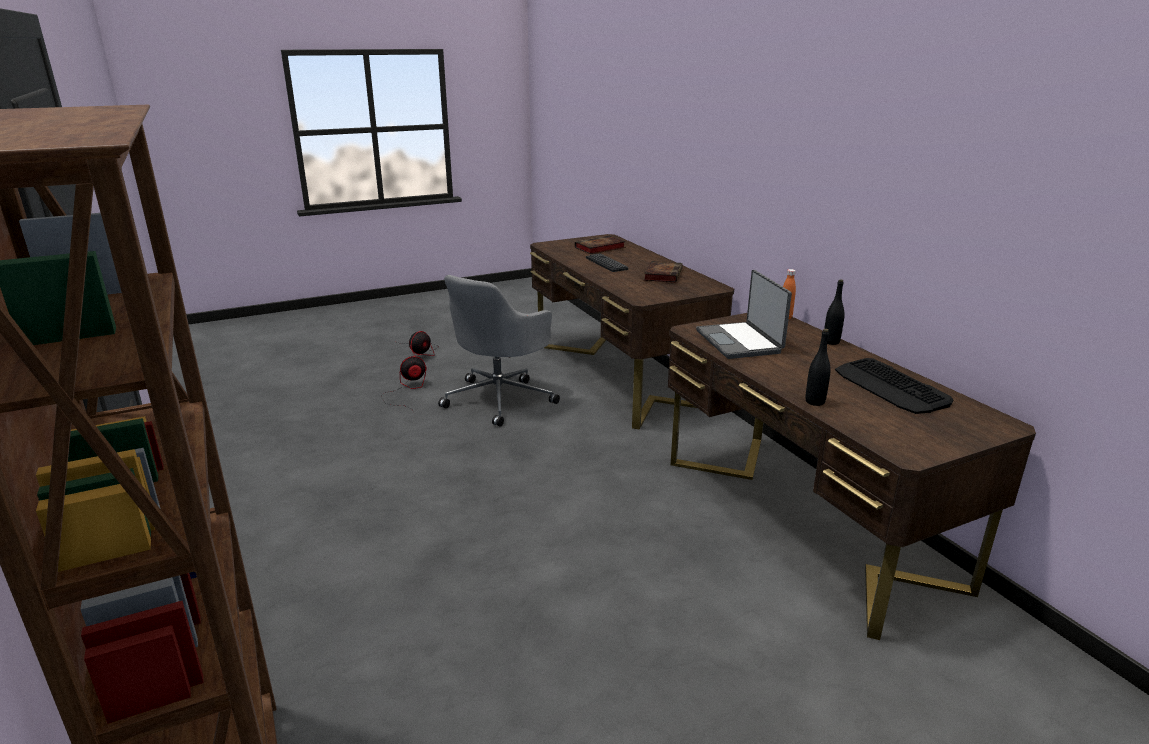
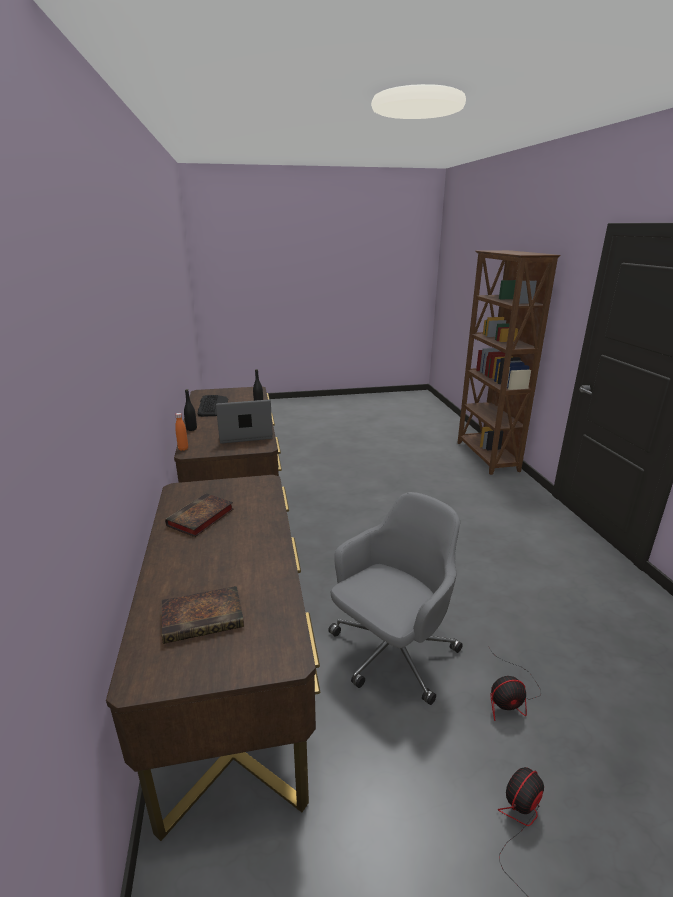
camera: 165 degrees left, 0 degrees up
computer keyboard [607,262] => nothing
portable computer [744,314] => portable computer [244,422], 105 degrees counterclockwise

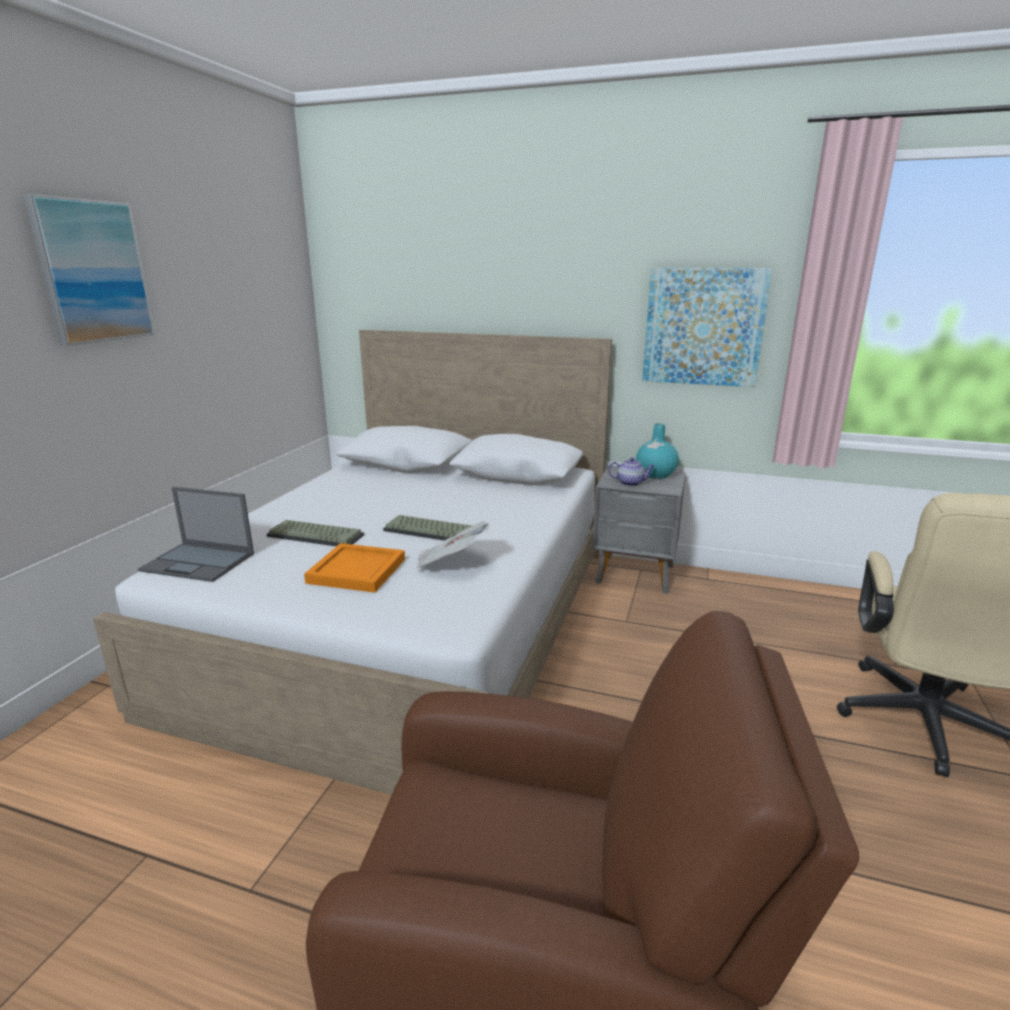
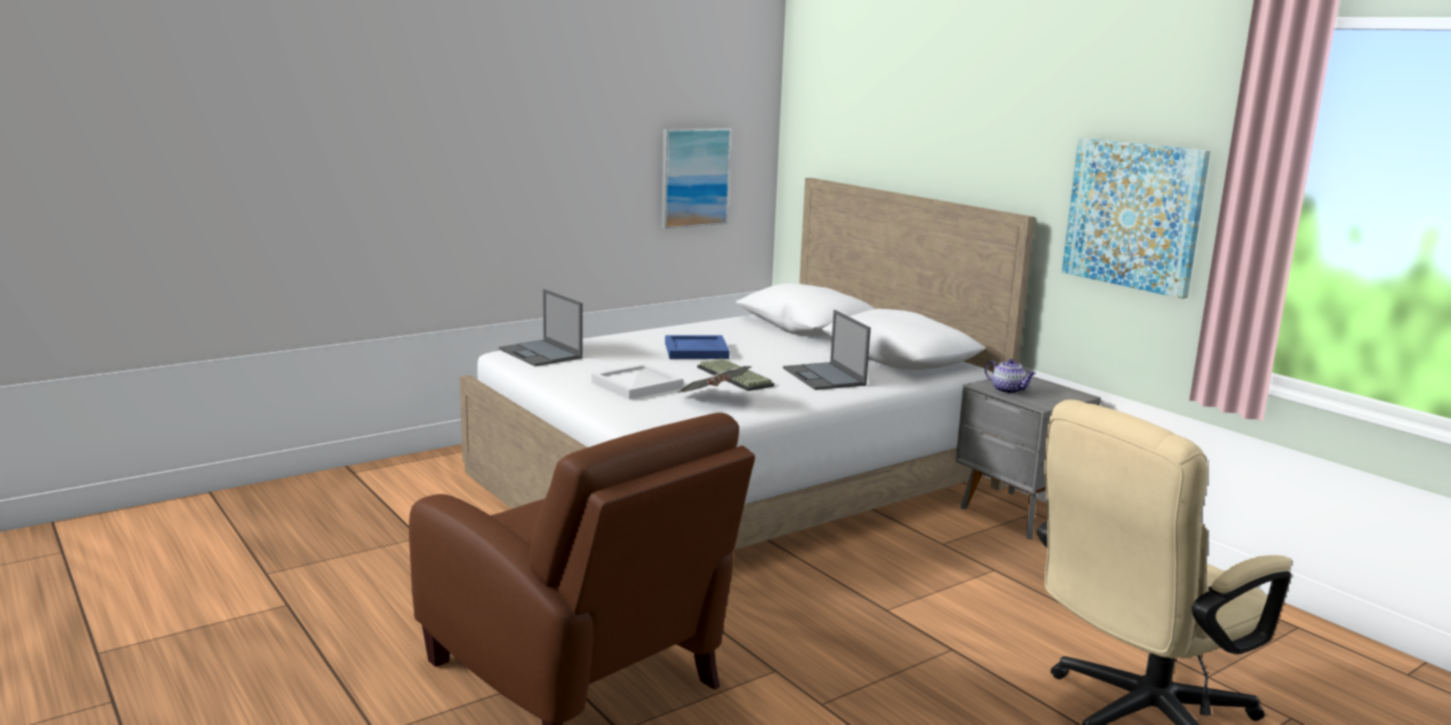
camera: 35 degrees right, 5 degrees down
computer keyboard [315,533] => nothing
flower vase (turquoise-coloured) [657,451] => nothing
nothing => tray (bluish) [697,347]
nothing => portable computer [827,350]
picture [89,270] => picture [696,178], moved
tray (orange-coloured) [354,568] => tray (white) [637,382]

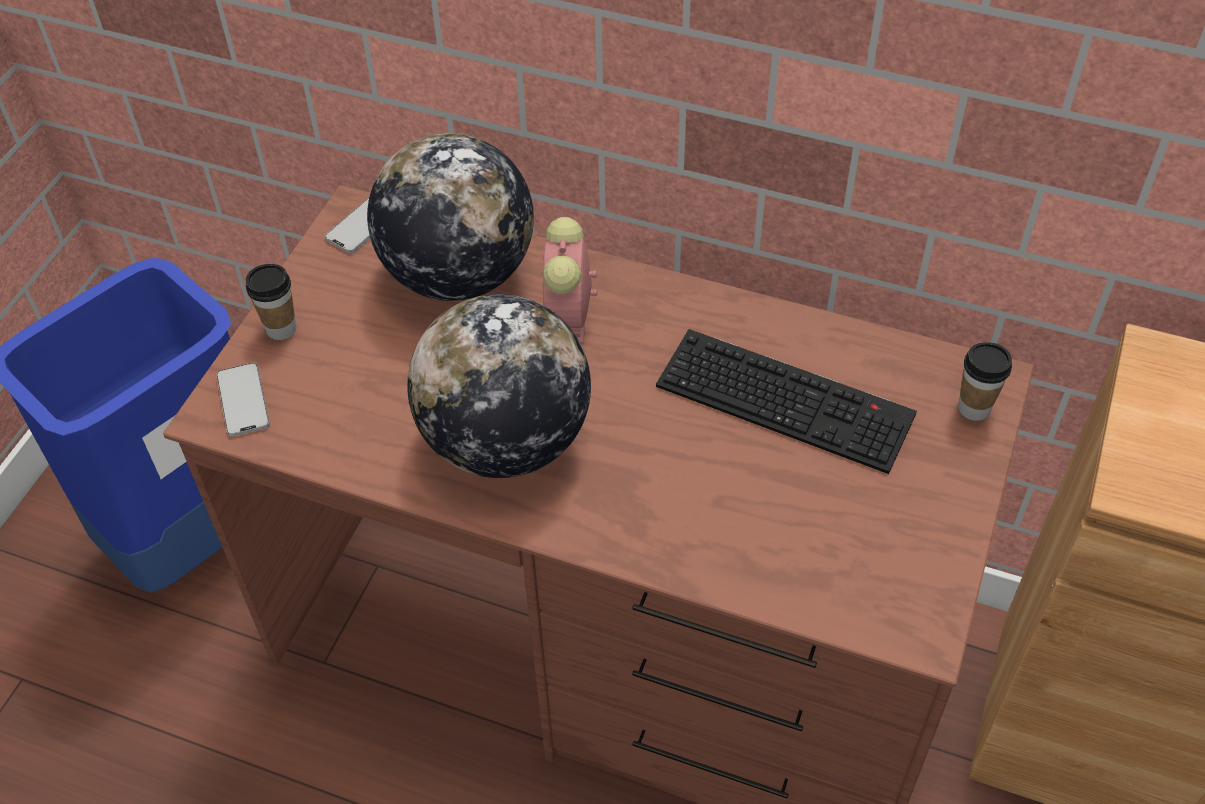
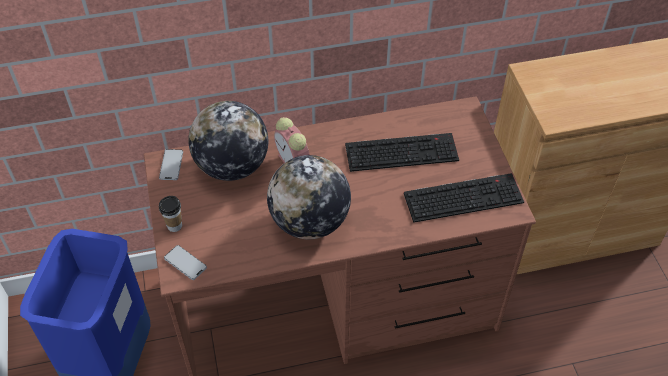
camera: 35 degrees left, 0 degrees up
small cup [985,381] => nothing
nothing => computer keyboard [464,198]

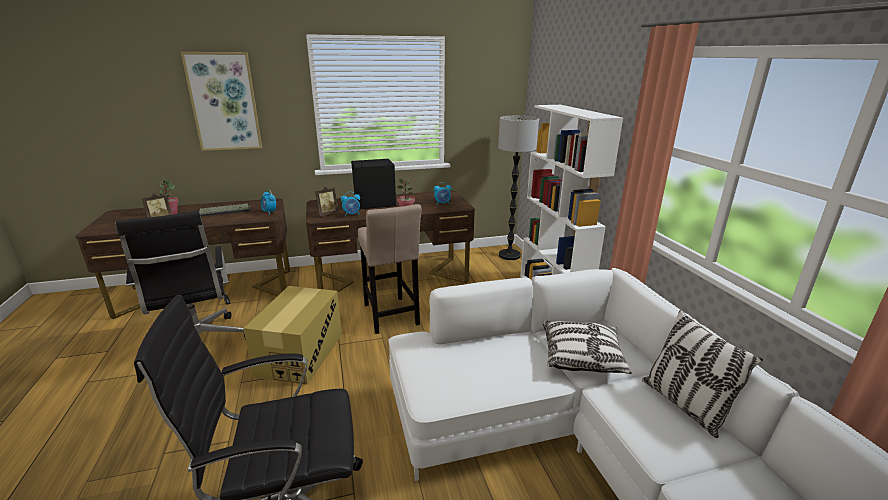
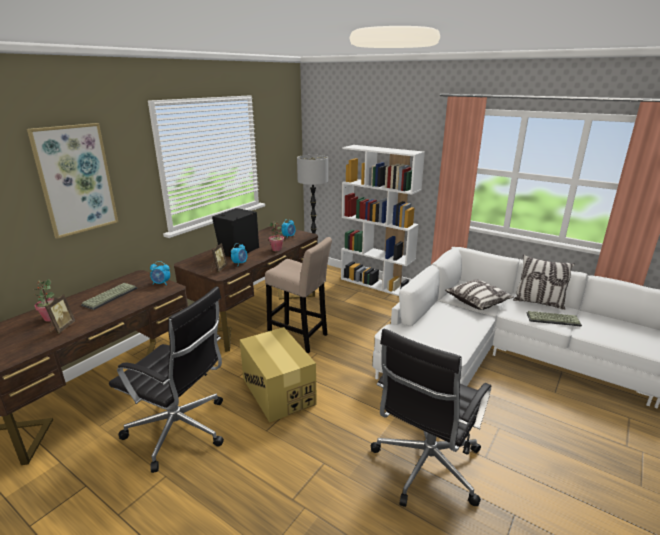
camera: 40 degrees left, 0 degrees up
nothing => computer keyboard [554,319]

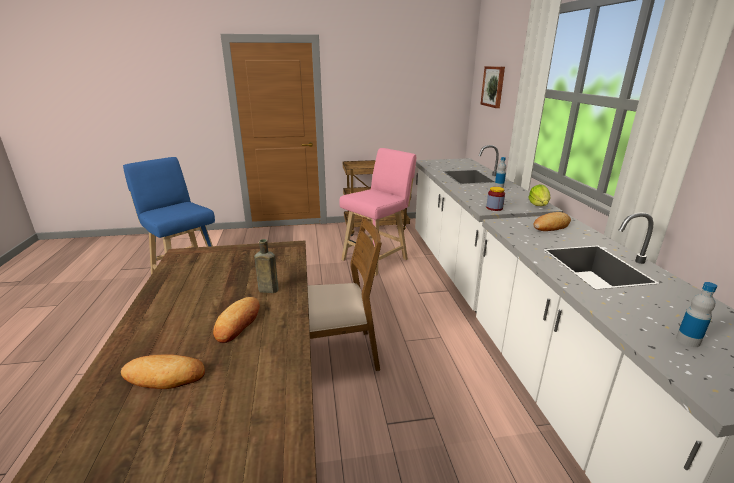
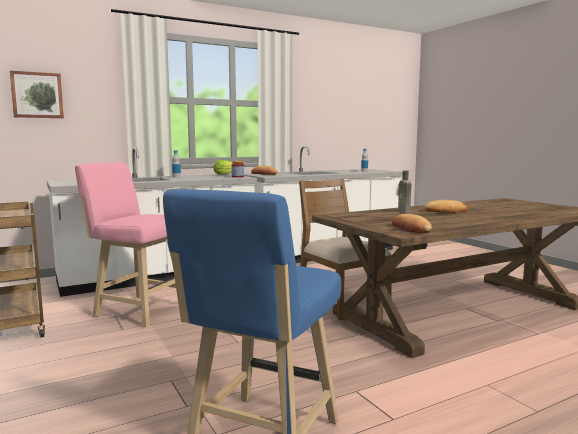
camera: 110 degrees left, 15 degrees down
baked bread [163,371] => baked bread [412,223], moved

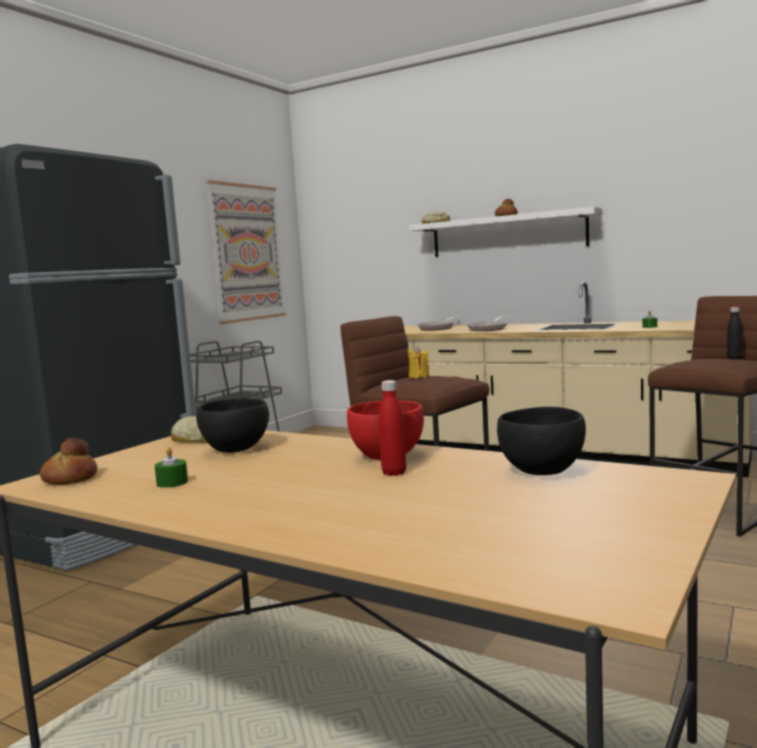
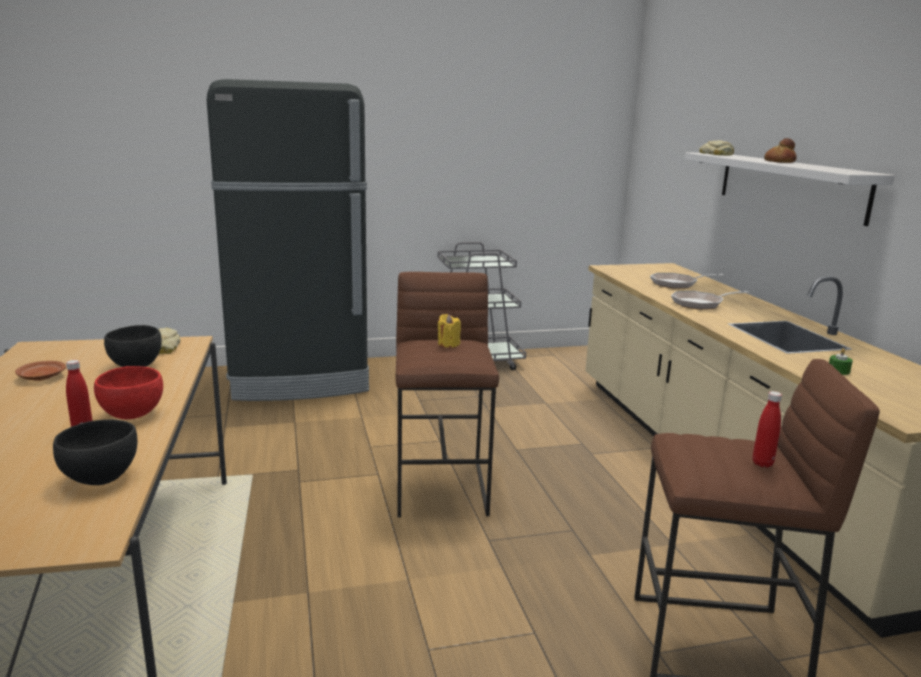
camera: 45 degrees right, 10 degrees up
baked bread [68,461] => nothing
picture [246,252] => nothing
candle (green) [171,467] => flat dish (brownish) [40,371]
drink bottle (black-coloured) [734,333] => drink bottle (reddish) [767,429]

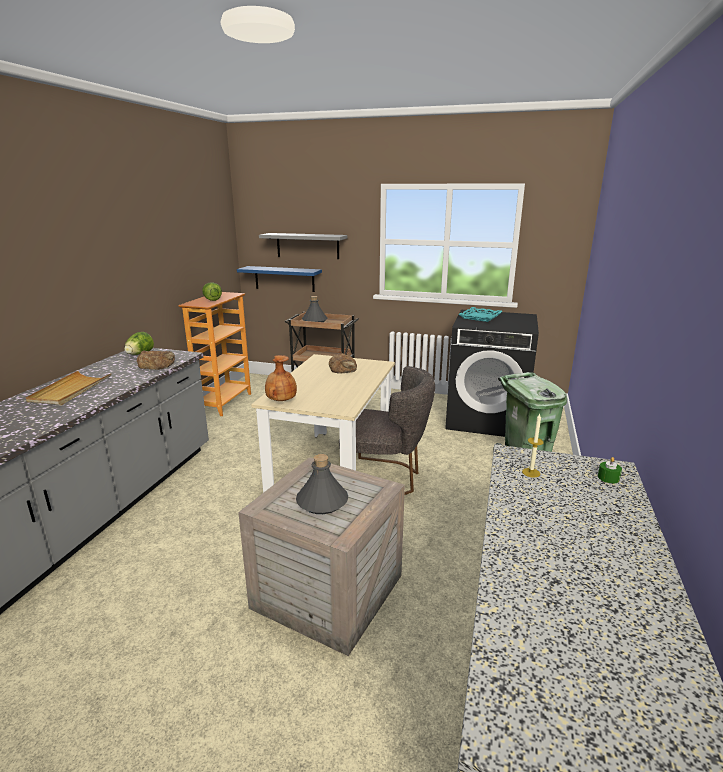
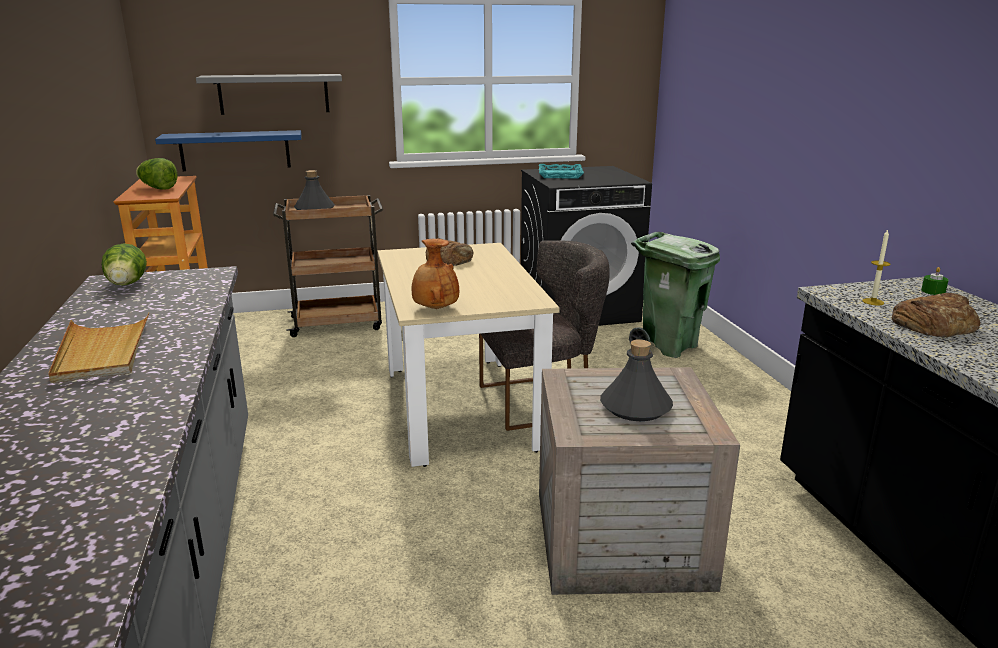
camera: 30 degrees left, 0 degrees up
baked bread [156,360] => baked bread [936,315], moved

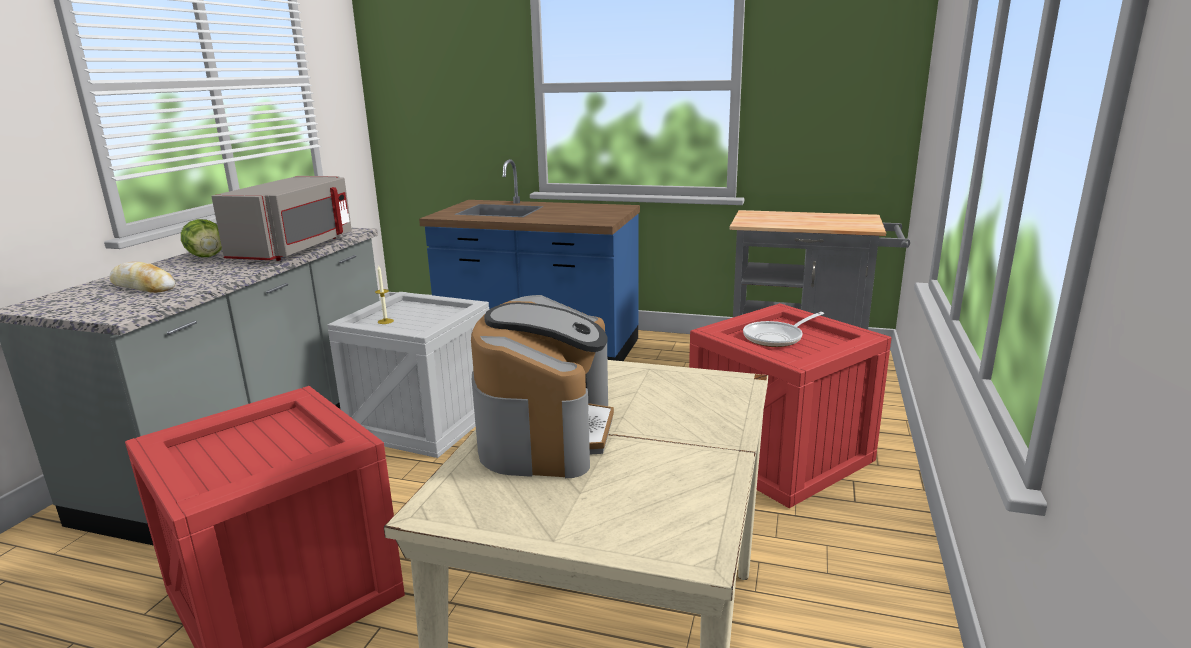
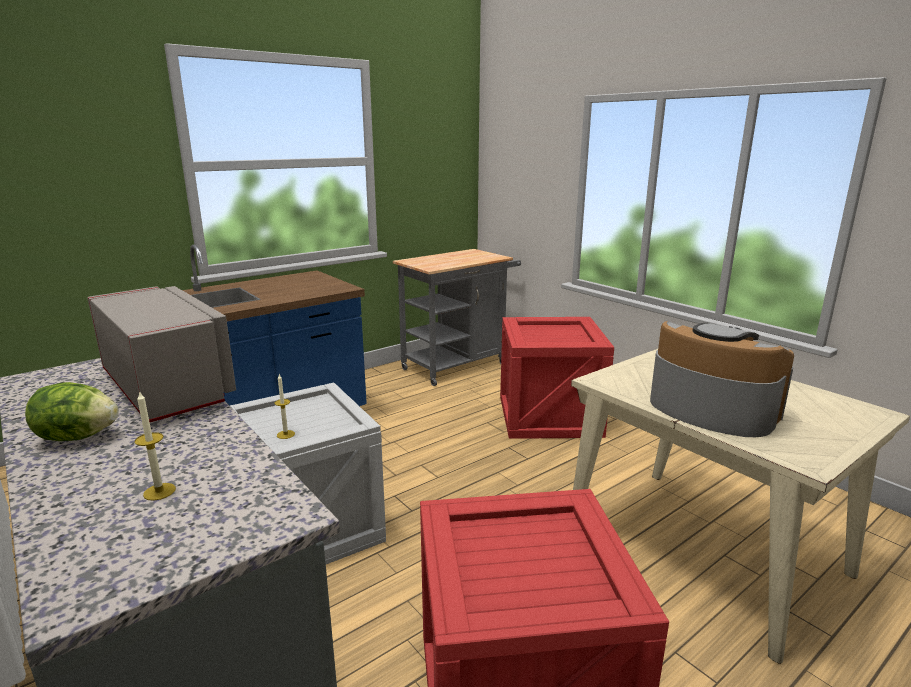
camera: 55 degrees left, 0 degrees up
frying pan [783,329] => nothing
baked bread [142,277] => candle [155,446]

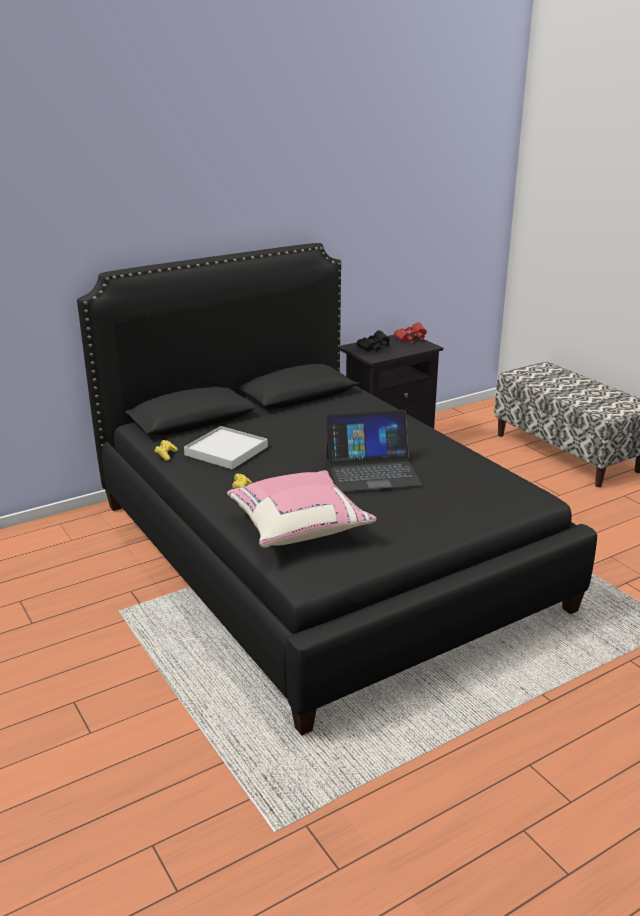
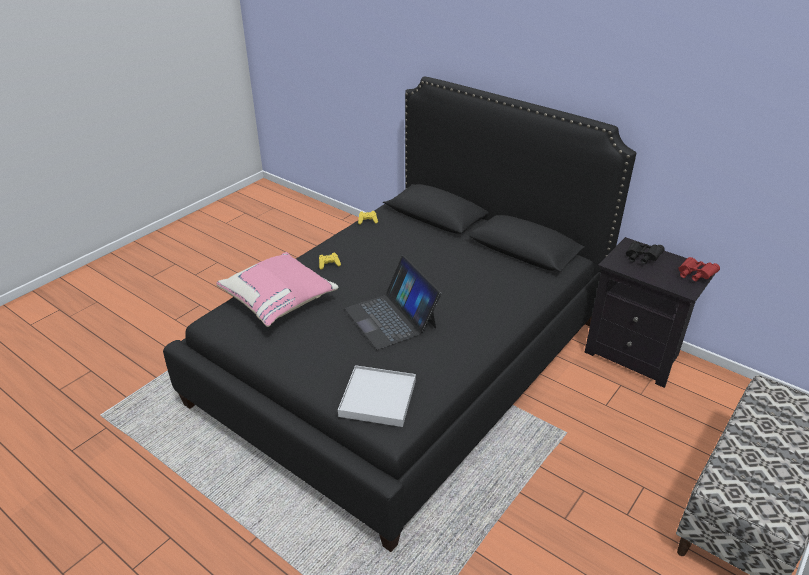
camera: 70 degrees right, 10 degrees up
tray (white) [226,447] => tray (white) [377,396], moved

